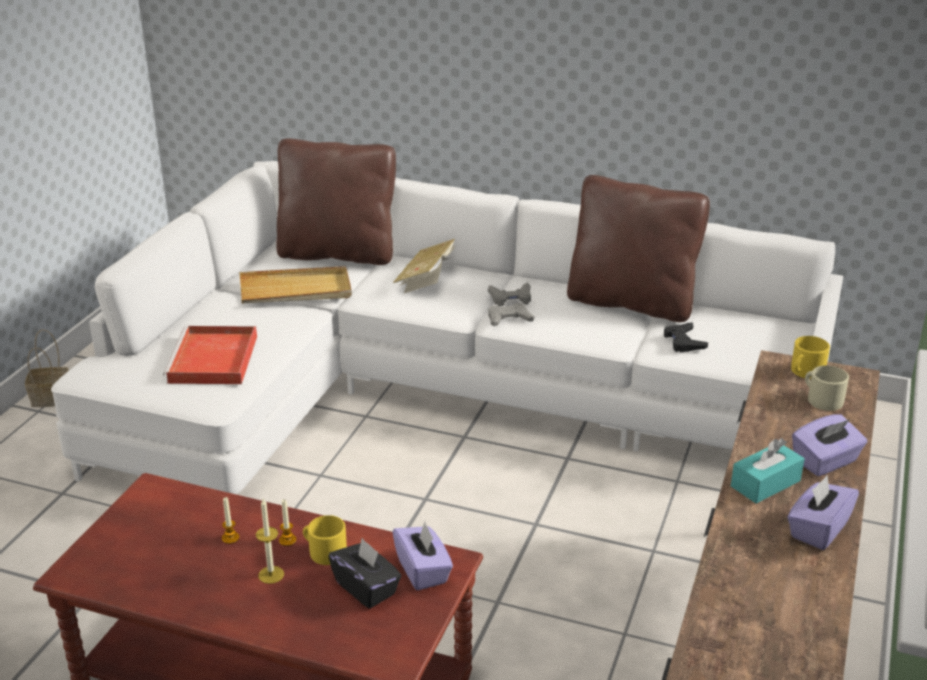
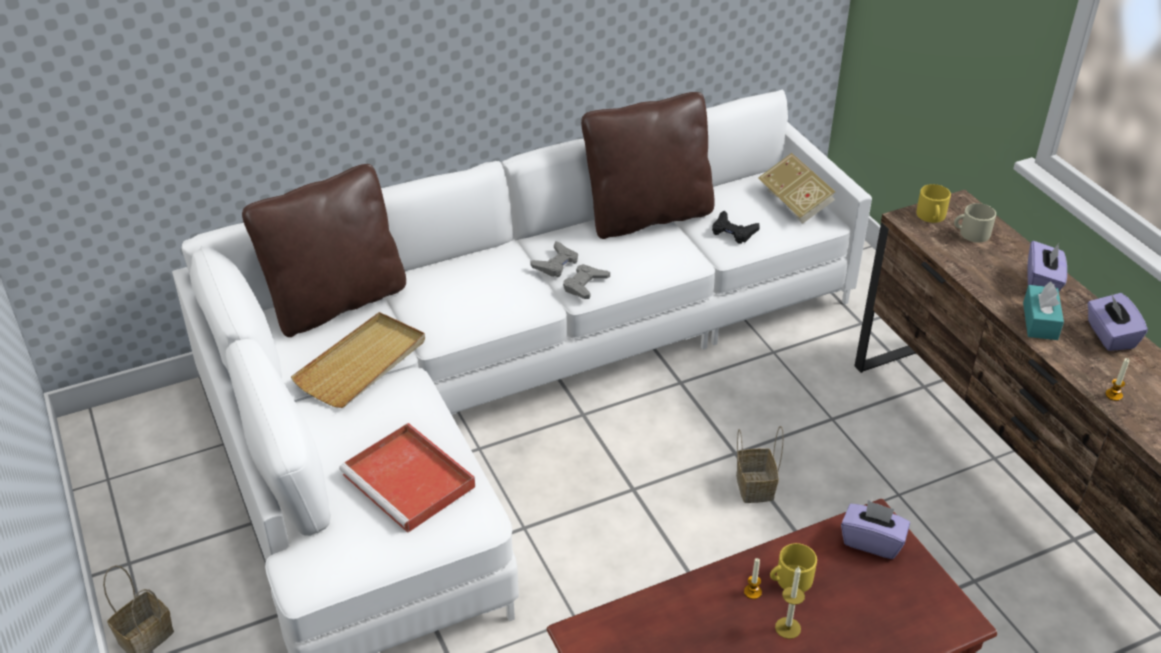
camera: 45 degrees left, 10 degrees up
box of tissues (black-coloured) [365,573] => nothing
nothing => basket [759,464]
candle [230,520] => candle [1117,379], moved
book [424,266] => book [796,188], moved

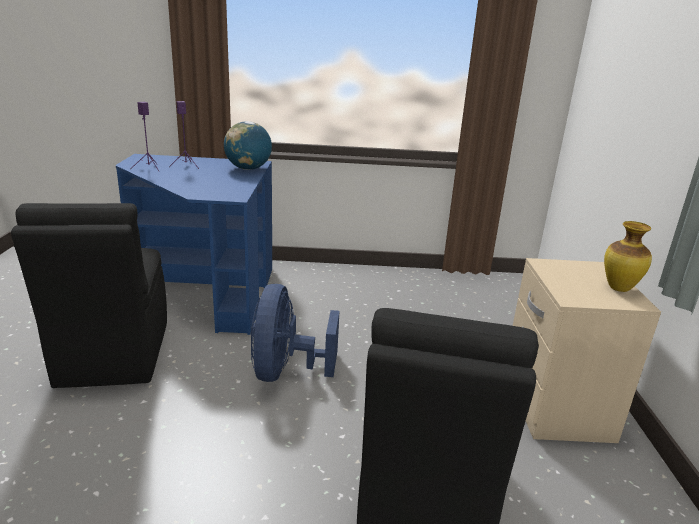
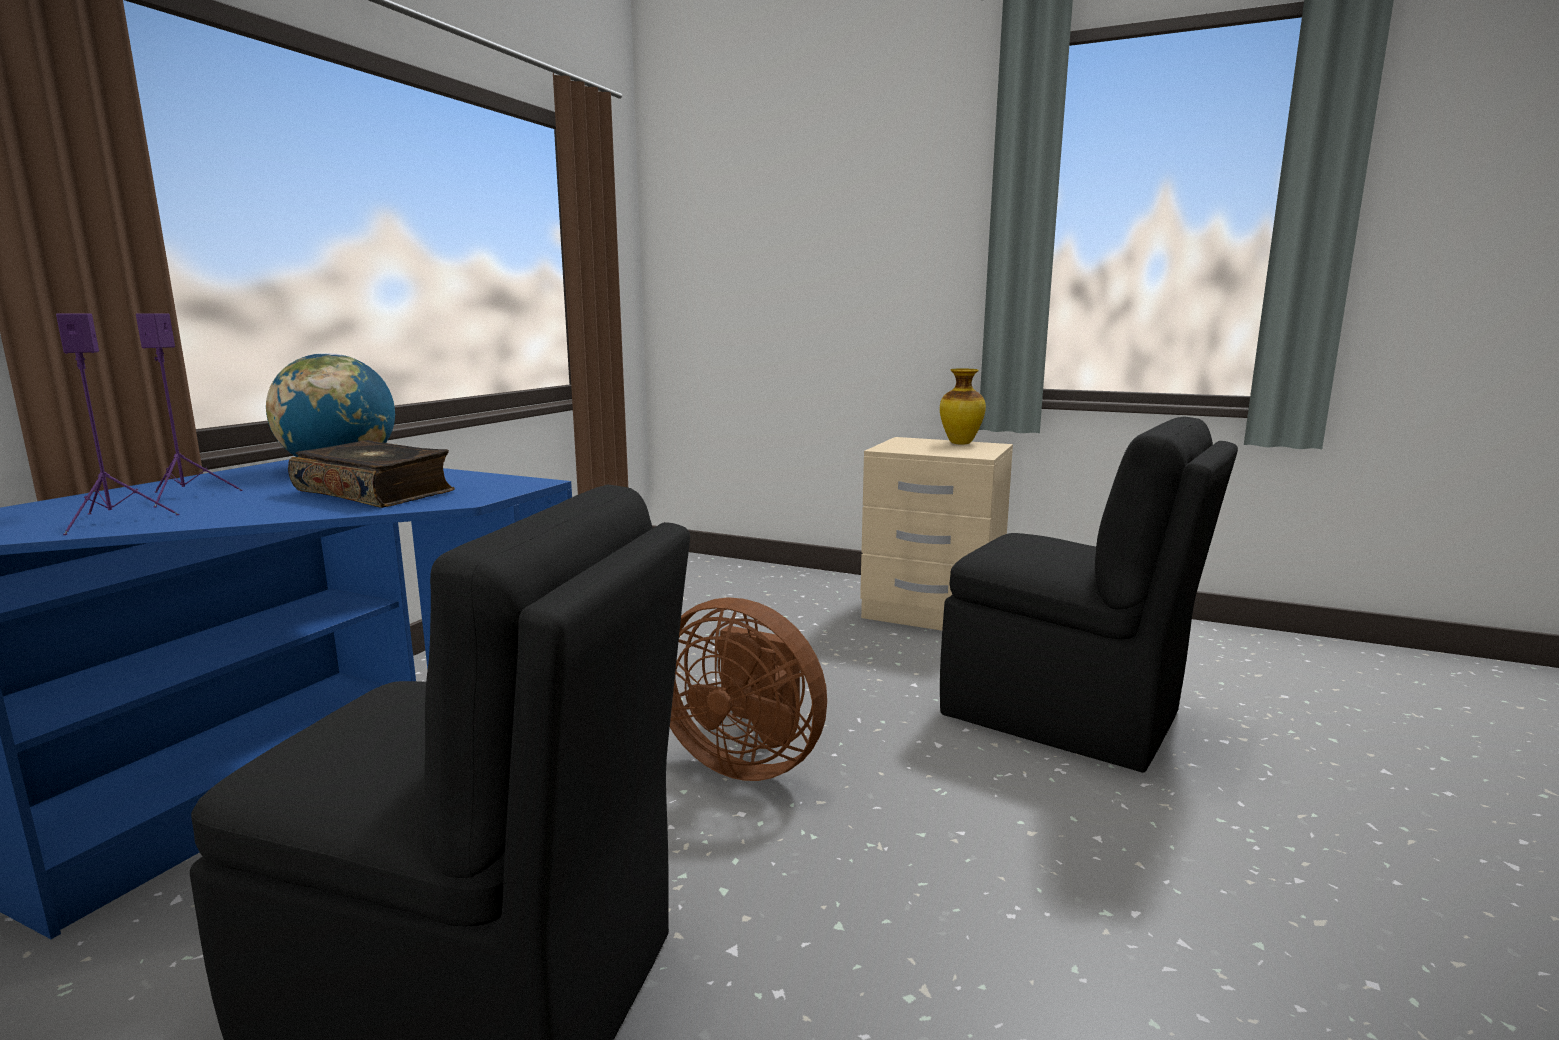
camera: 65 degrees left, 10 degrees down
nothing => book [371,474]
cooling fan (bluish) [295,333] => cooling fan (brownish) [748,689]

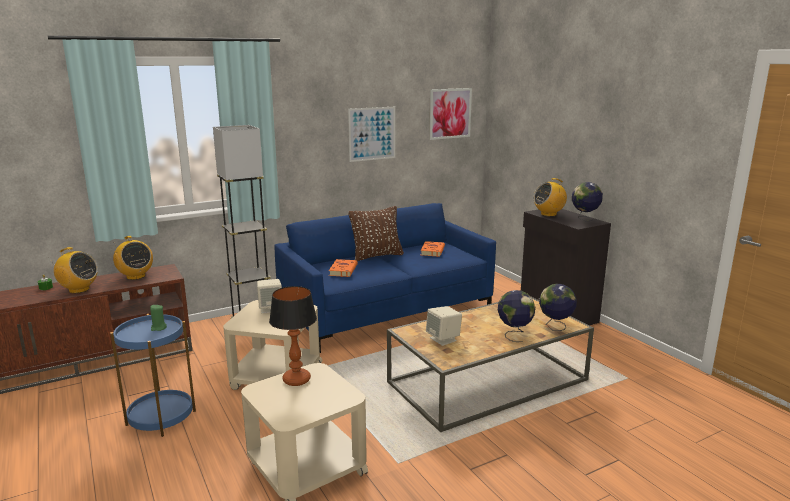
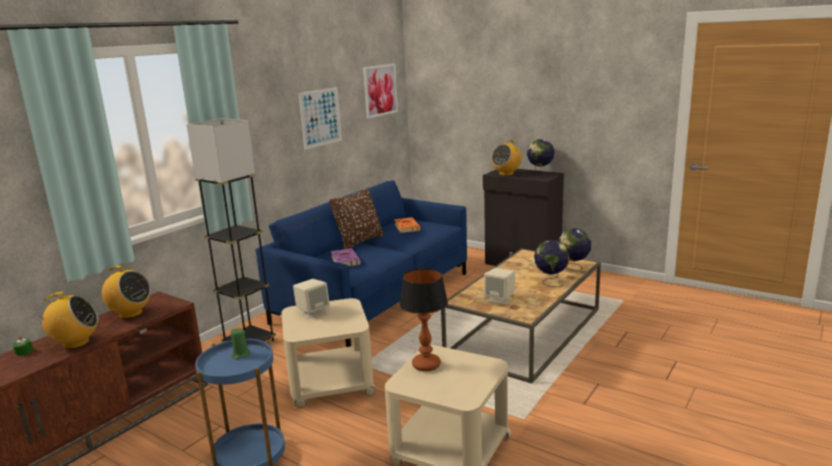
camera: 25 degrees left, 0 degrees up
book (orange-coloured) [343,268] => book (purple) [346,257]

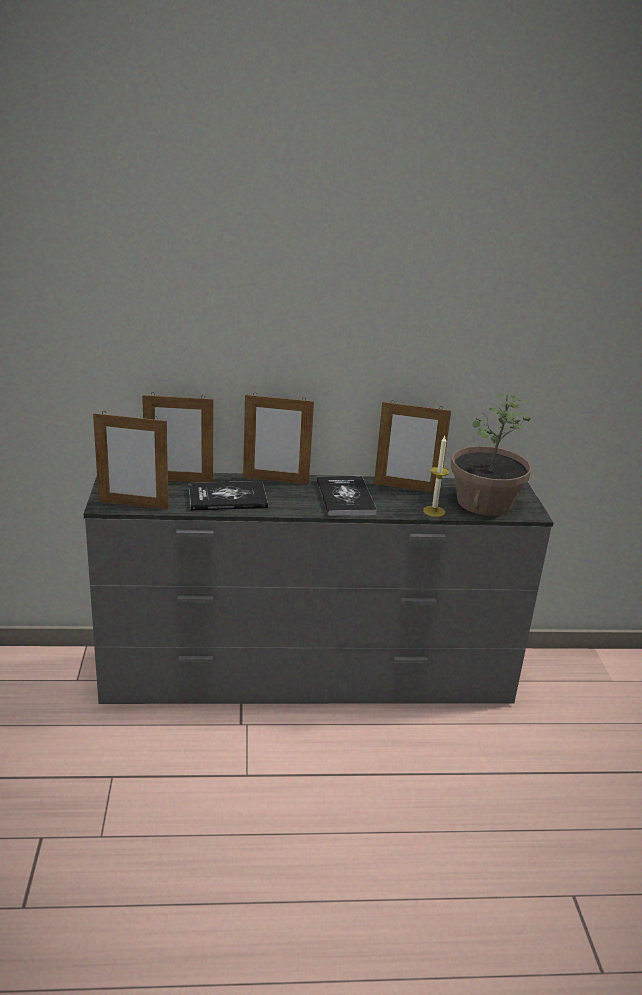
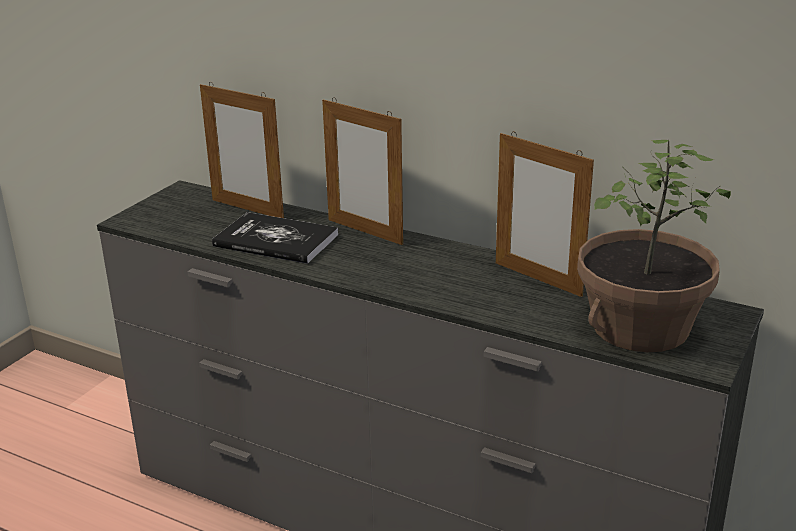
camera: 35 degrees right, 0 degrees up
photo frame [131,460] => nothing
book [346,496] => nothing
candle [436,476] => nothing

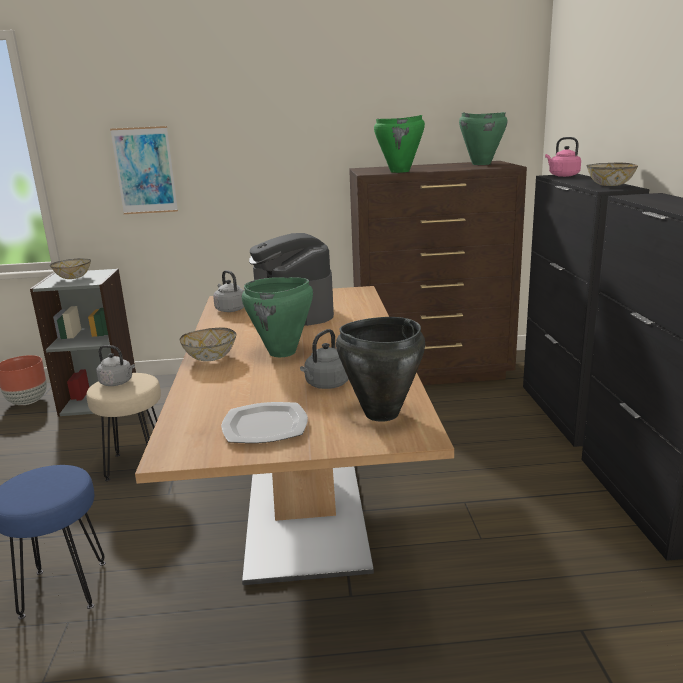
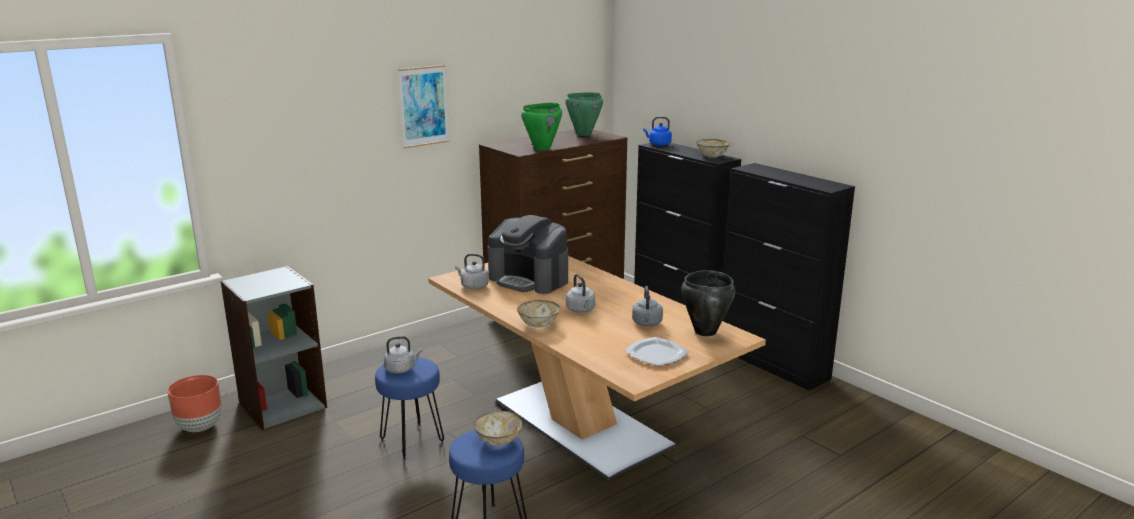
camera: 35 degrees left, 0 degrees up
serving bowl [70,268] => serving bowl [498,428], moved
picture [144,170] => picture [423,106], moved
stockpot (green) [277,317] => water kettle (gray) [580,293]
stool seat (sand-coloured) [123,427] => stool seat (bluish) [409,408]
water kettle (pink) [563,157] => water kettle (bluish) [657,131]

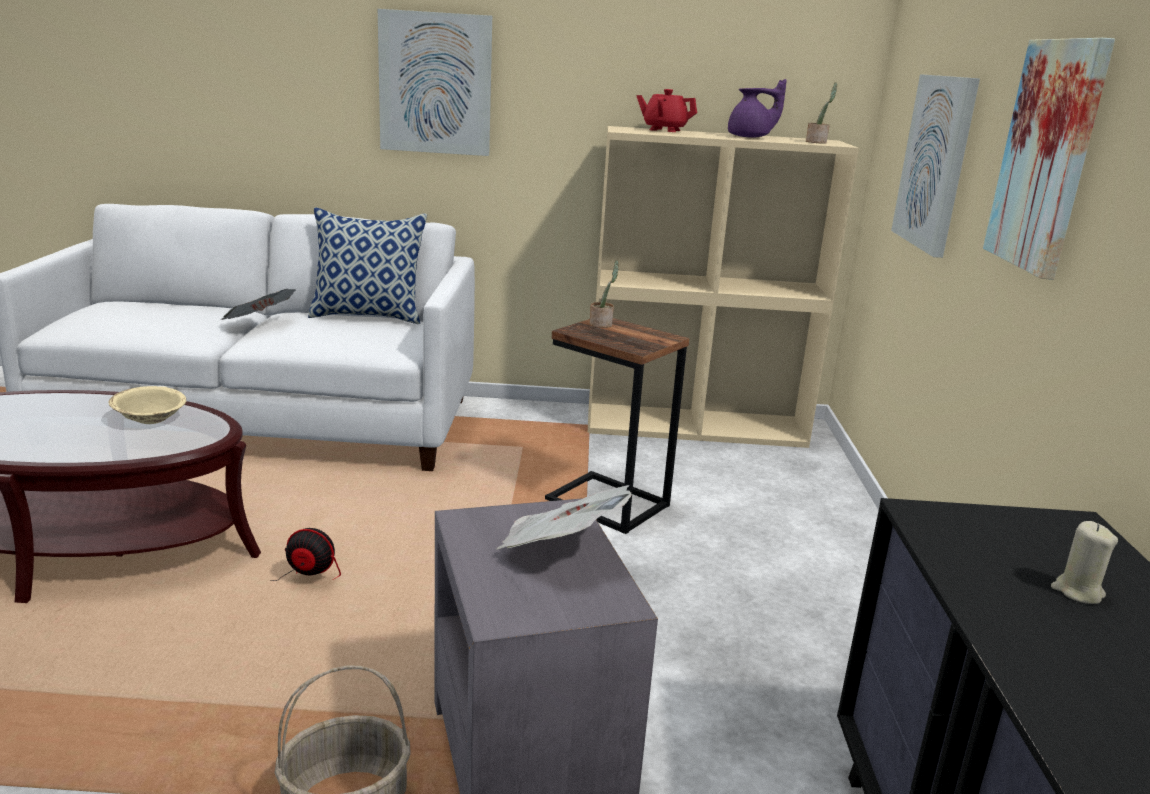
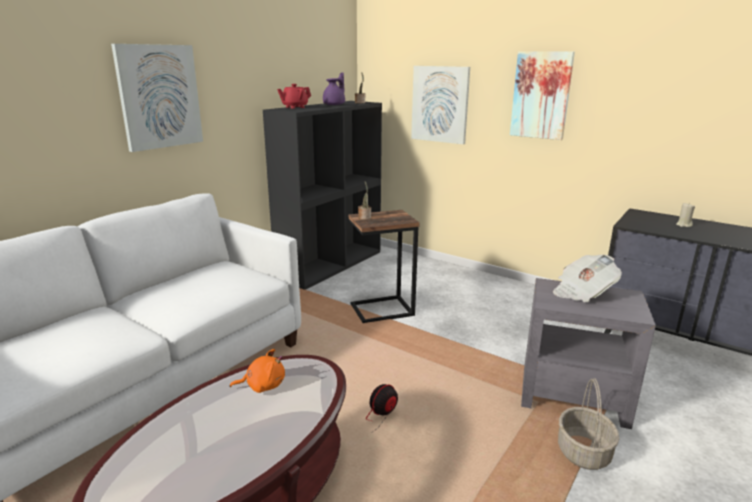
camera: 55 degrees left, 0 degrees up
printed paper [258,304] => nothing
pillow [367,265] => nothing
serving bowl (sand-coloured) [147,405] => plush toy (orange-coloured) [257,371]
bookcase (sand-coloured) [723,287] => bookcase (black-coloured) [322,195]

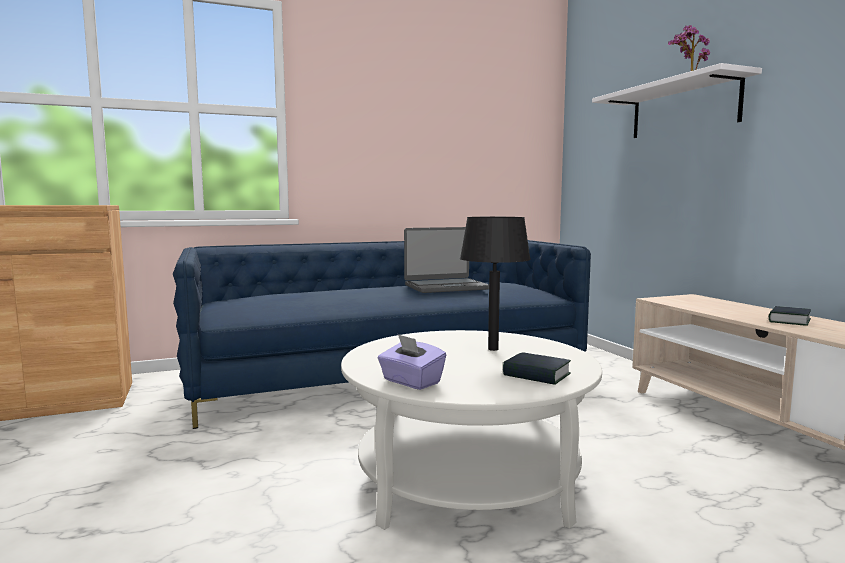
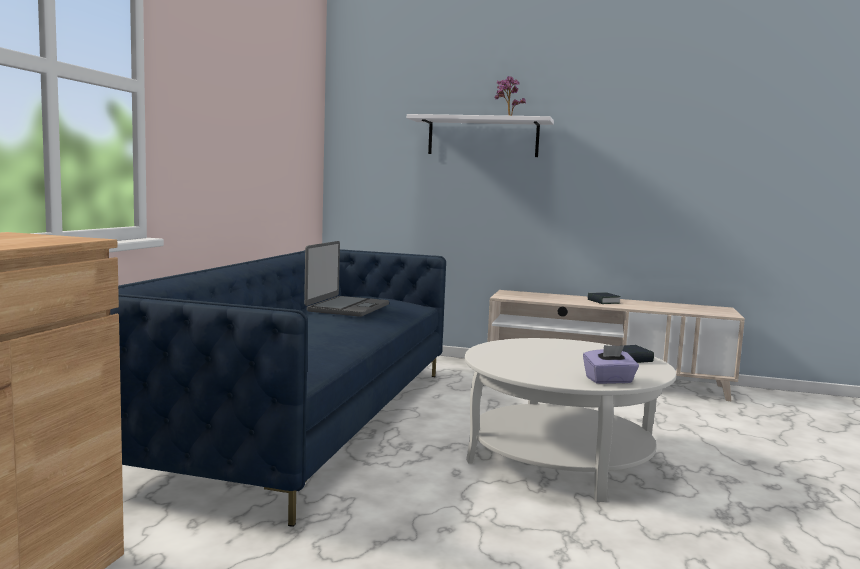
camera: 55 degrees left, 0 degrees up
lamp for a table (black-coloured) [495,284] => nothing

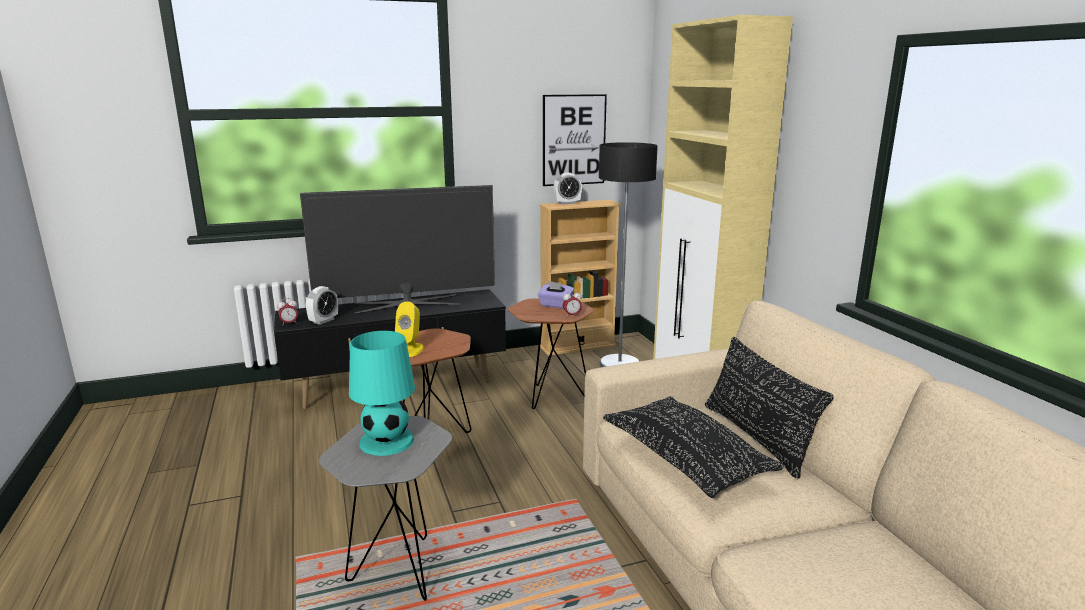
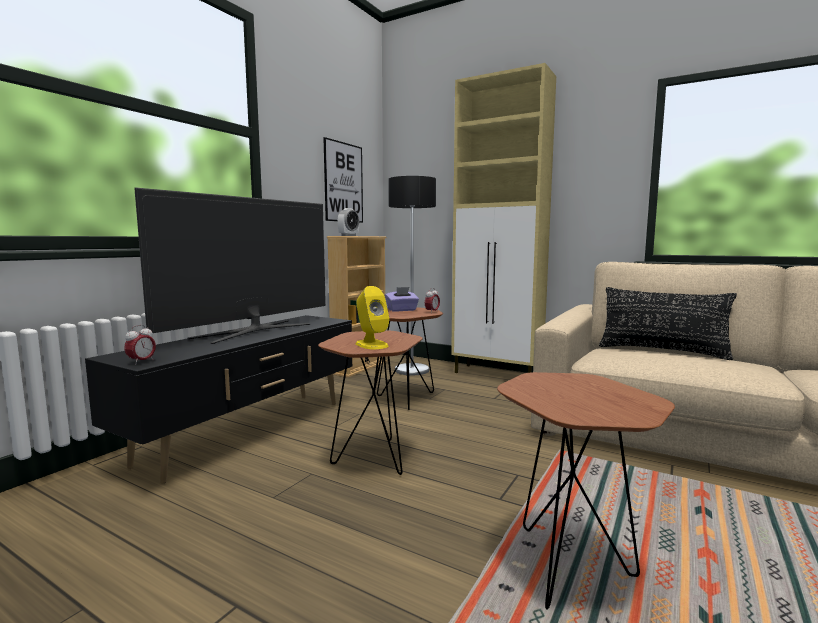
camera: 40 degrees left, 10 degrees down
alarm clock [322,305] => nothing
lamp for a table (turquoise-coloured) [382,393] => nothing
pillow (black-coloured) [693,447] => nothing
end table (gray) [385,508] => end table (brownish) [586,491]

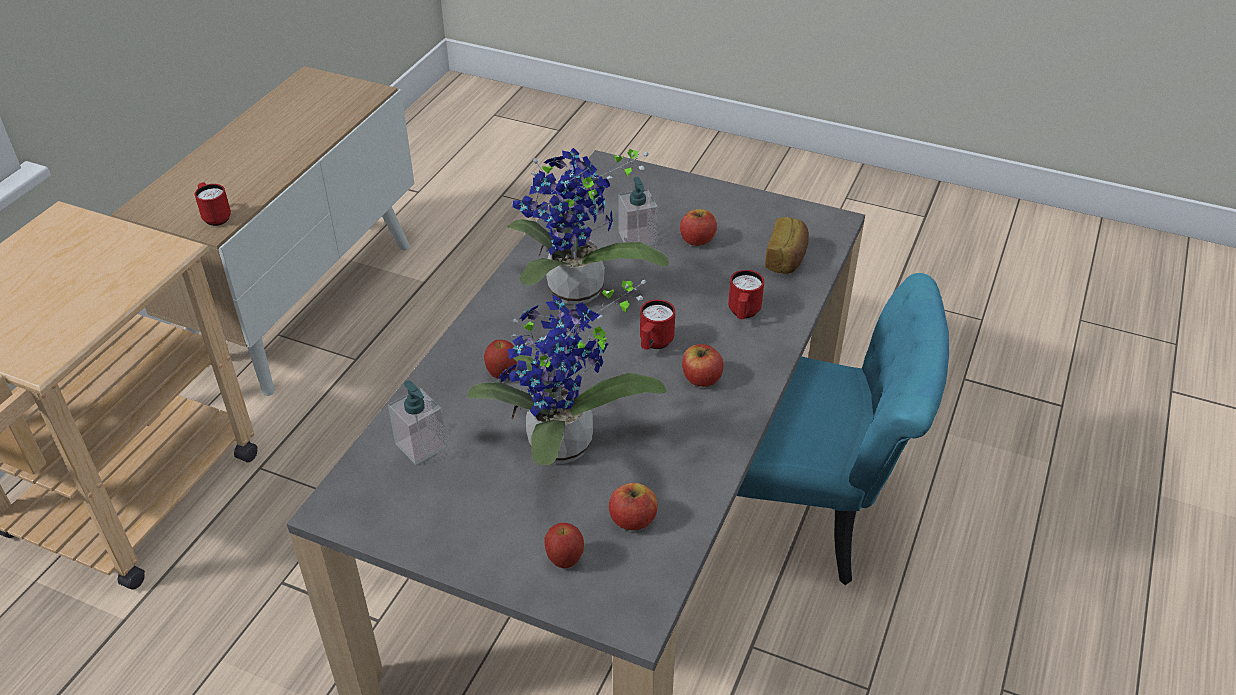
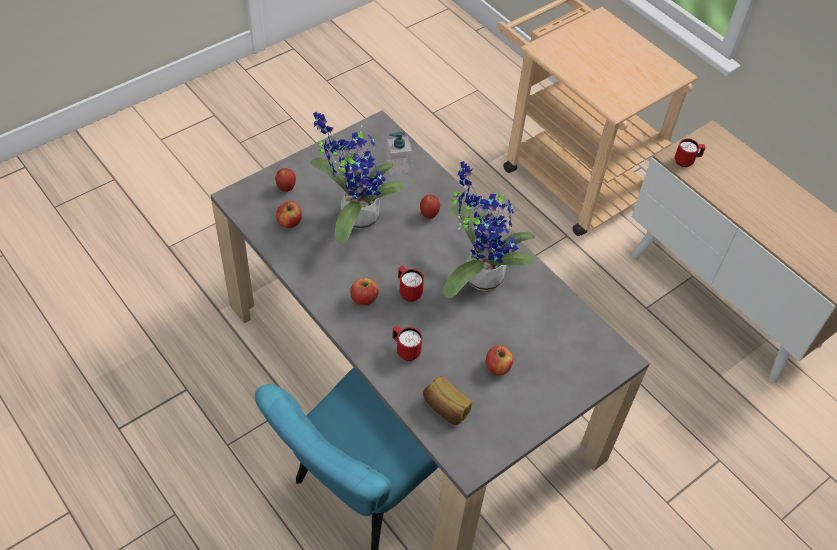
camera: 115 degrees right, 10 degrees up
soap bottle [637,211] => nothing

